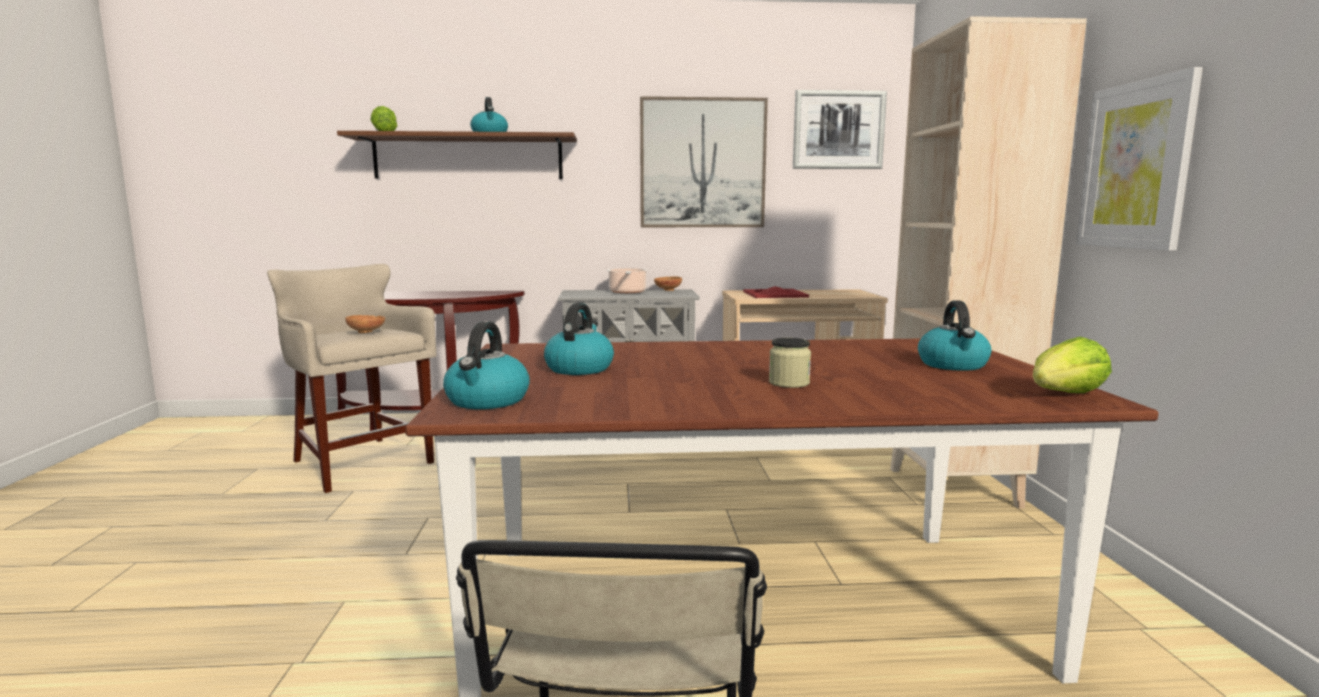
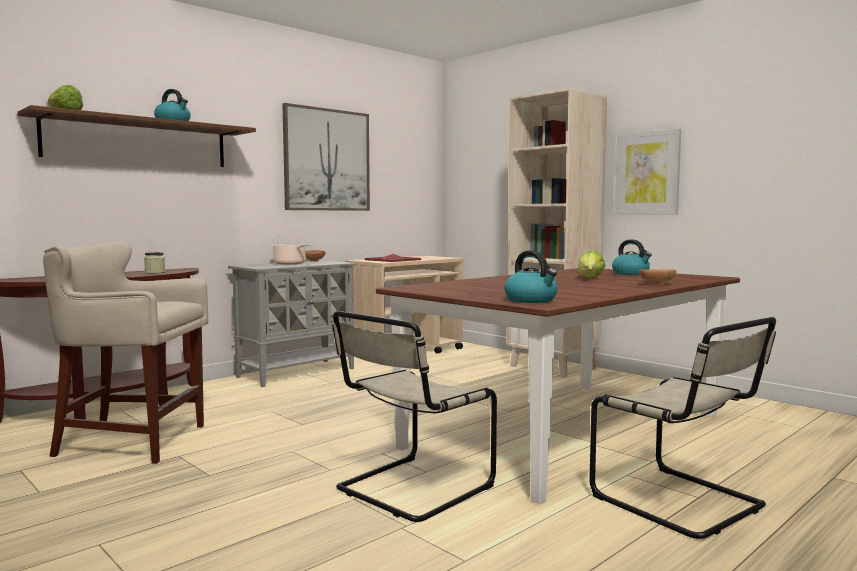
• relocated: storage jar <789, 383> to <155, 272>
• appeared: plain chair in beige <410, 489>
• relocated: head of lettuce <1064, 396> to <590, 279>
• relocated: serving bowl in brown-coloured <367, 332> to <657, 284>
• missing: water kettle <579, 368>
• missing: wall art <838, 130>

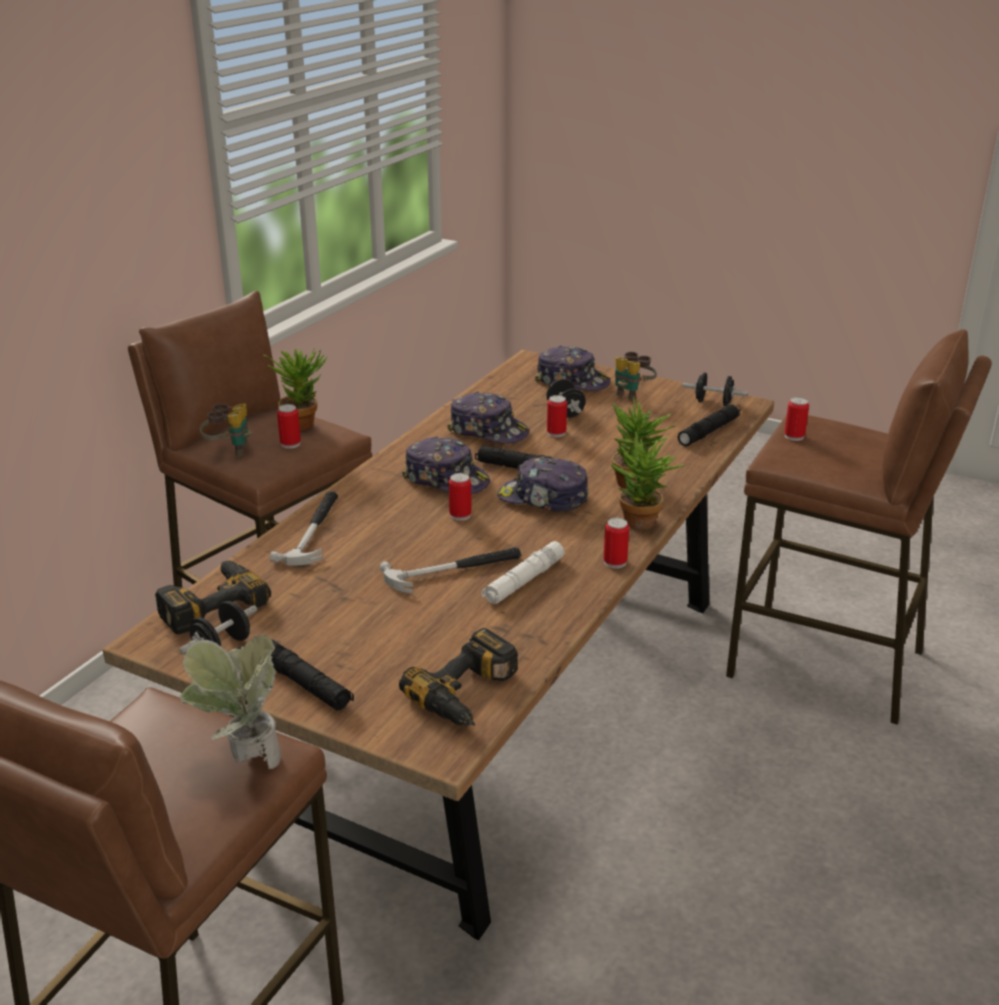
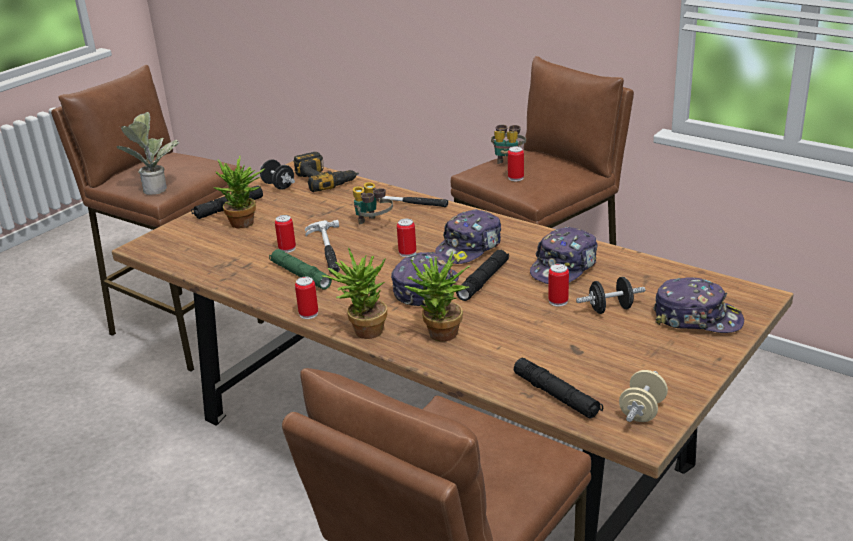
• relocated: potted plant <303, 423> to <246, 224>
• colour: hand torch in white-coloured <523, 581> to hand torch in greenish <300, 275>
• relocated: sealed can <794, 436> to <287, 248>
• relocated: pair of binoculars <632, 394> to <373, 224>
• colour: dumbbell in blackish <713, 403> to dumbbell in beige <642, 411>
• spun: cap <572, 381> = <697, 318> 105 degrees counterclockwise
• missing: drill <470, 695>

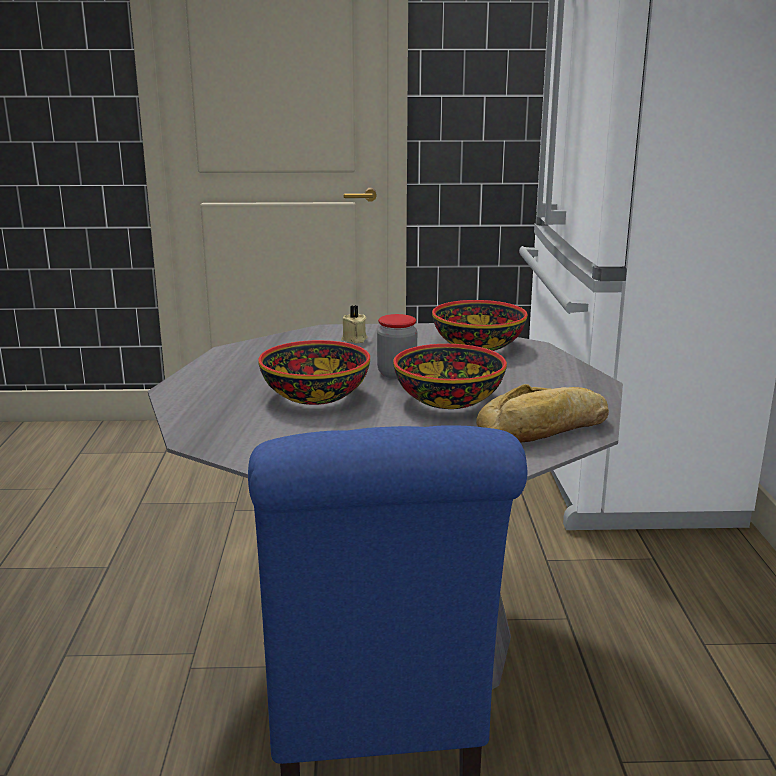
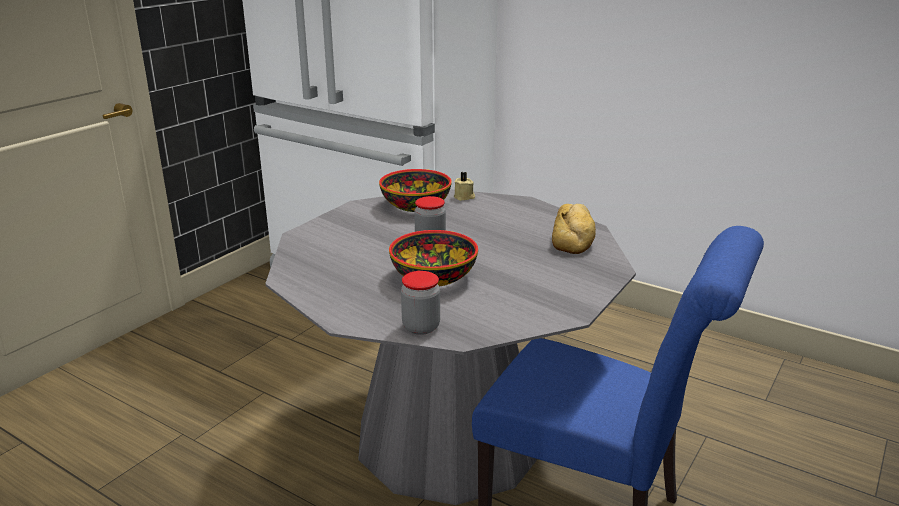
• appeared: storage jar <421, 327>
• relocated: candle in beige <354, 339> to <464, 197>
• missing: serving bowl <450, 400>

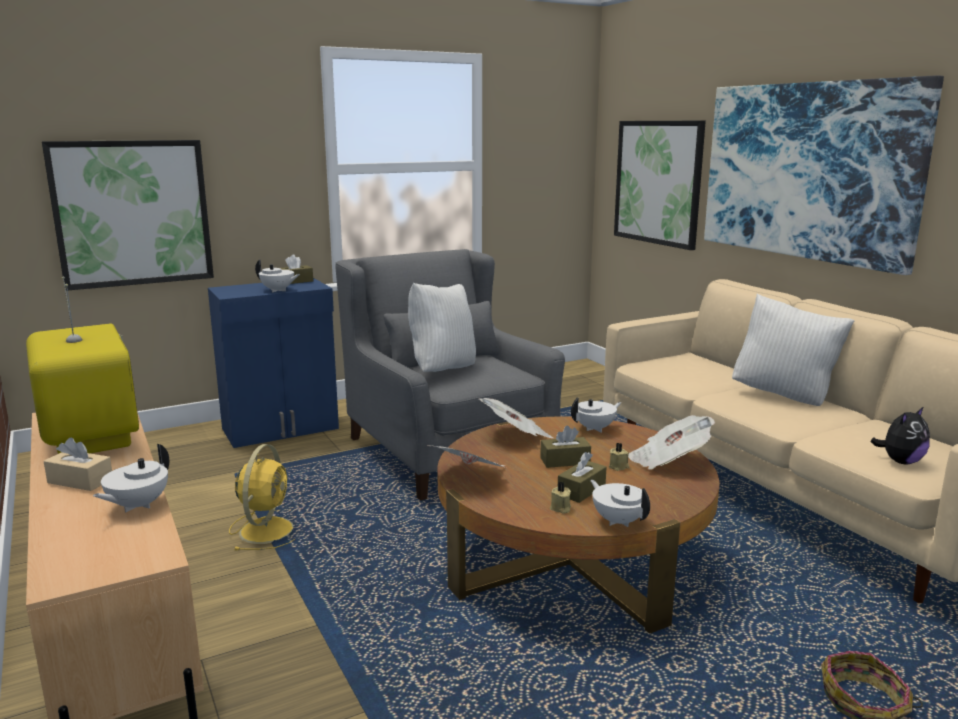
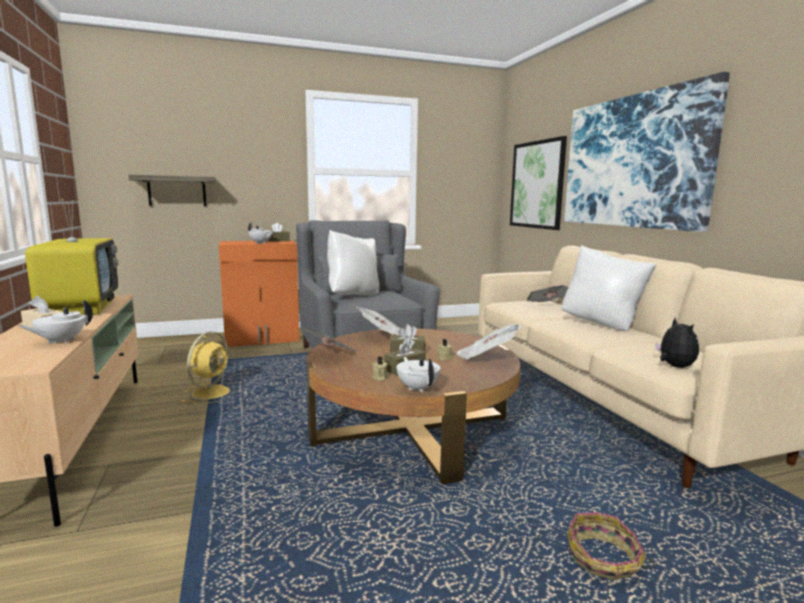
• exchanged: wall art <132, 213> to bracket shelf <177, 191>
• colour: cupboard in bluish <281, 429> to cupboard in orangey <263, 339>
• appeared: printed paper <547, 306>
• spun: soft toy <900, 461> = <674, 366> 75 degrees counterclockwise
• missing: pot for tea in white-coloured <595, 428>

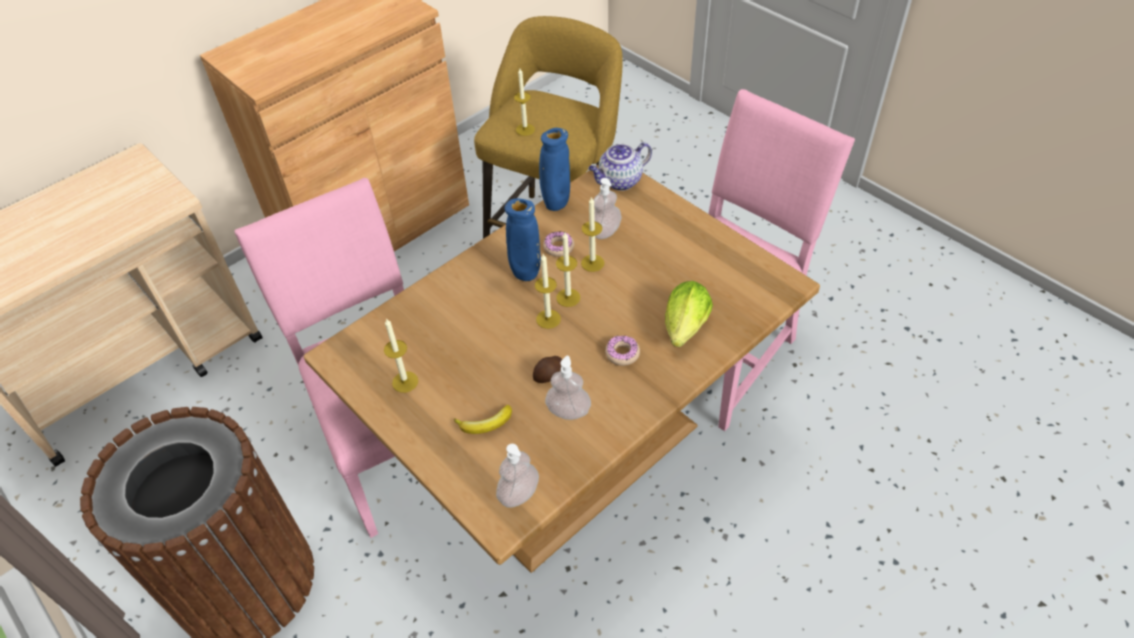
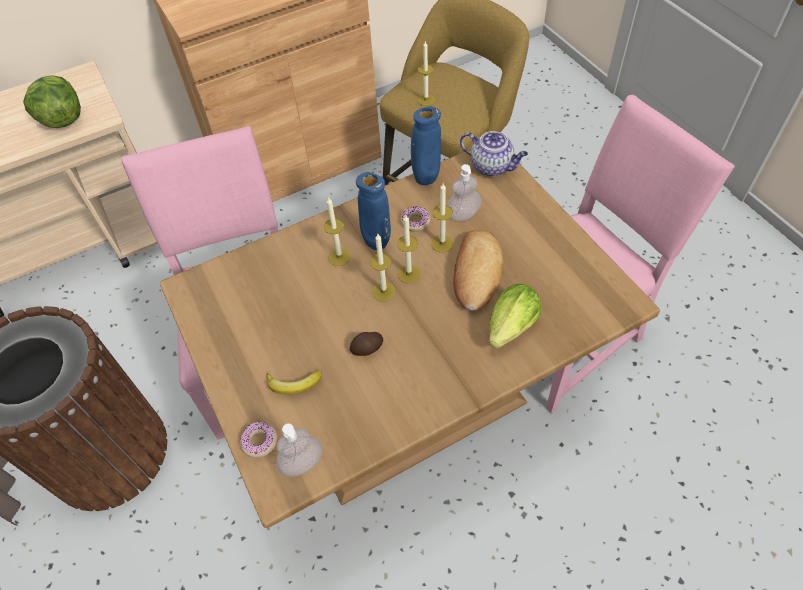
• appeared: head of lettuce <62, 119>
• relocated: ring doughnut <622, 354> to <259, 442>
• relocated: candle <405, 382> to <339, 257>
• appeared: bakery bread <476, 273>
• spun: pot for tea <619, 181> = <492, 166> 135 degrees counterclockwise
• missing: soap bottle <568, 411>

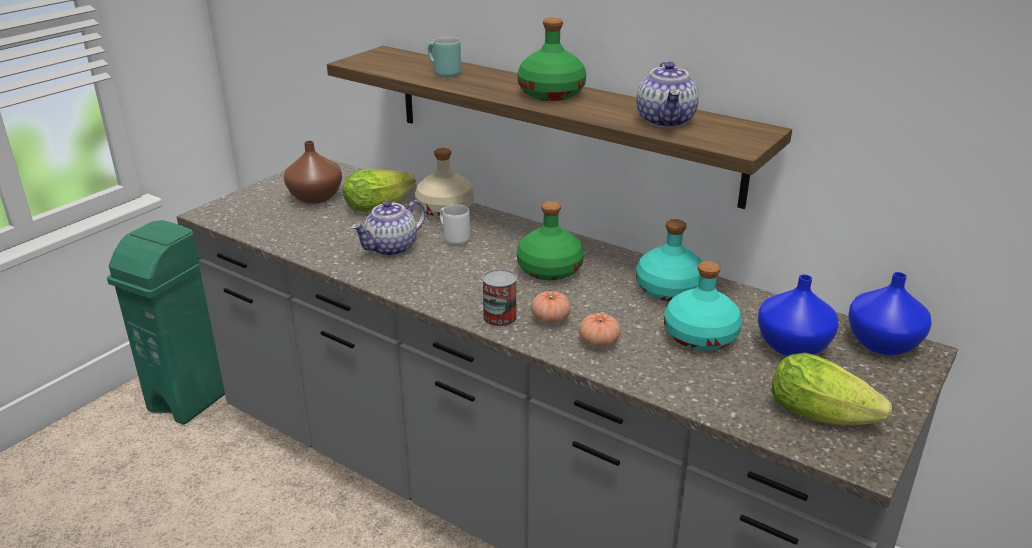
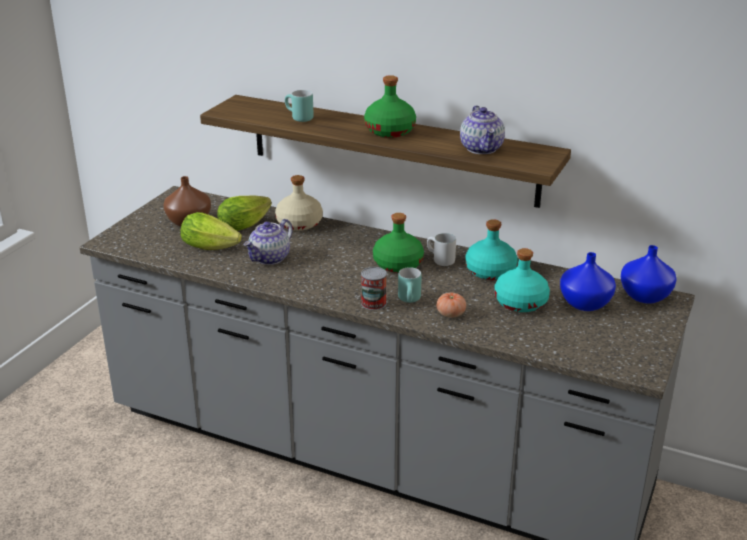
• relocated: head of lettuce <826, 416> to <213, 247>
• exchanged: tomato <550, 319> to tea mug in turquoise <411, 301>
• relocated: tea mug in white-coloured <451, 238> to <439, 261>
• missing: rubbish bin in greenish <198, 395>

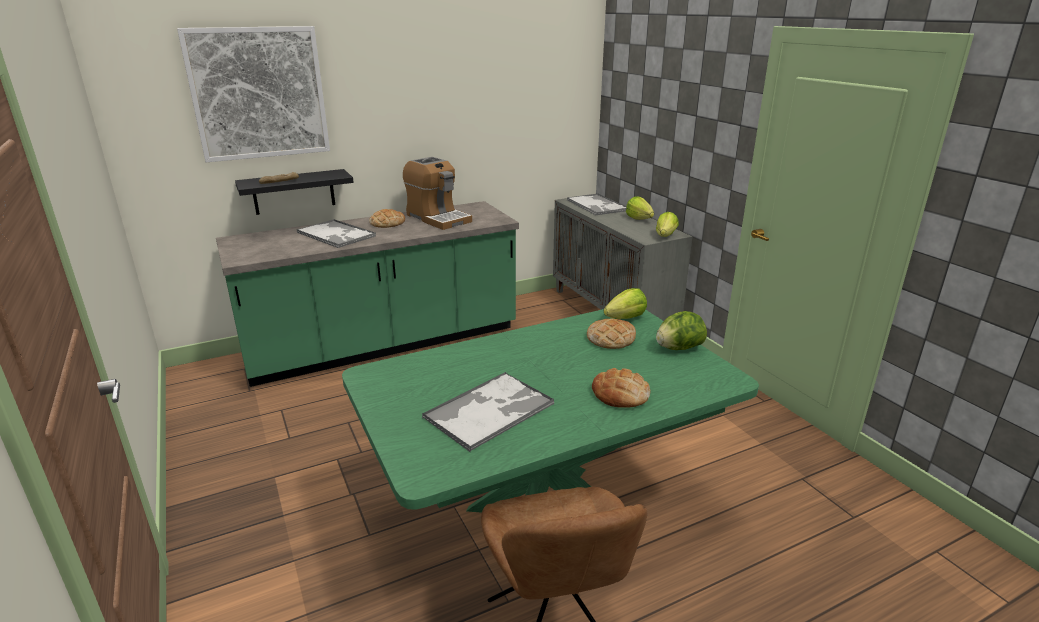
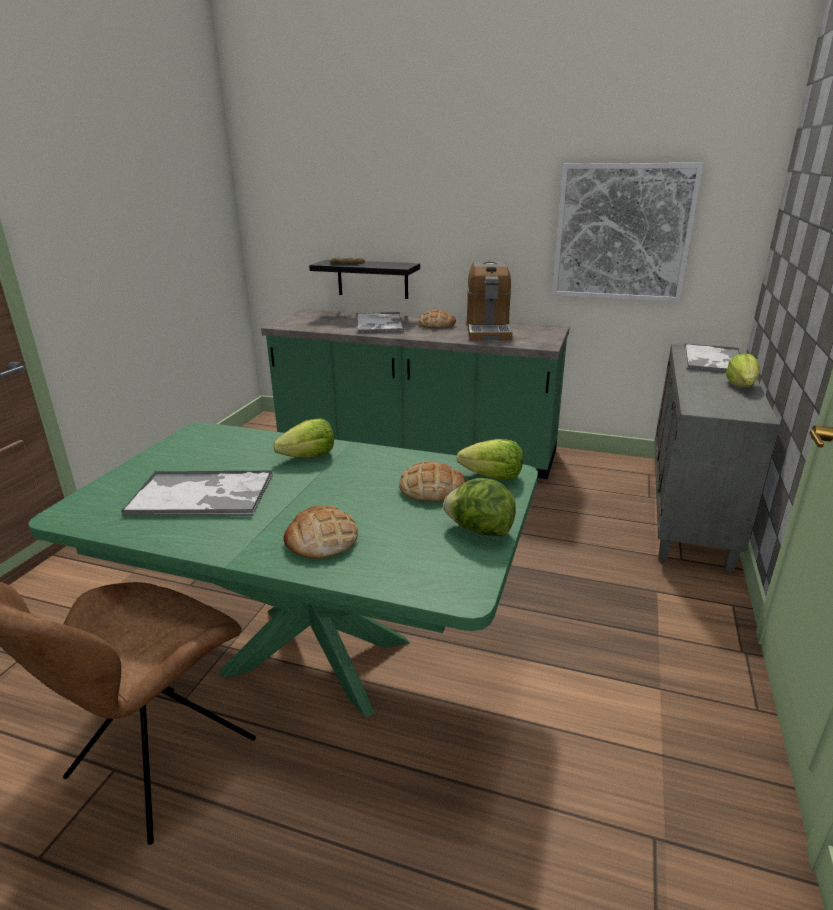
• relocated: head of lettuce <665, 236> to <309, 456>
• relocated: wall art <259, 93> to <622, 233>

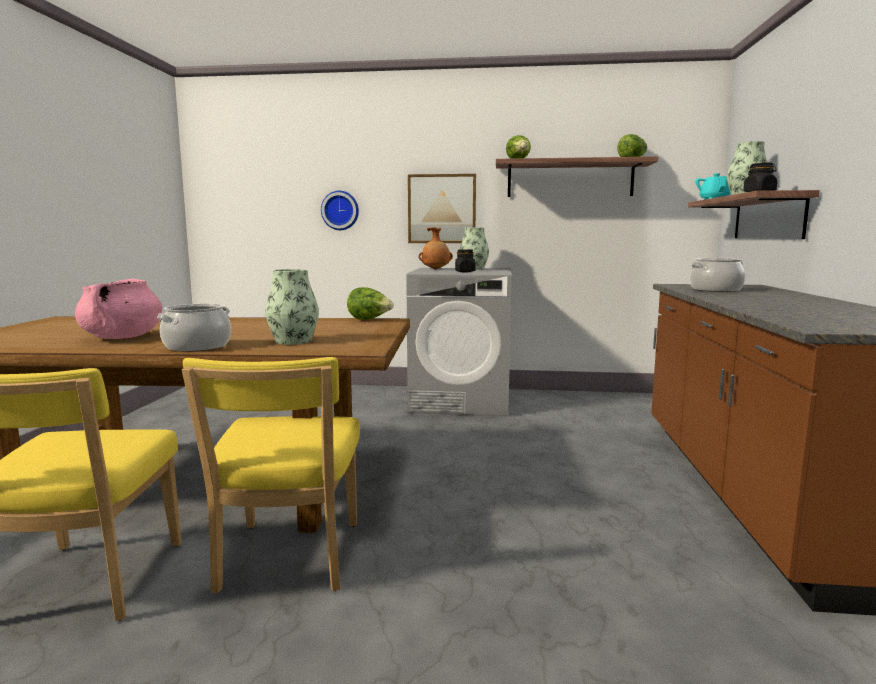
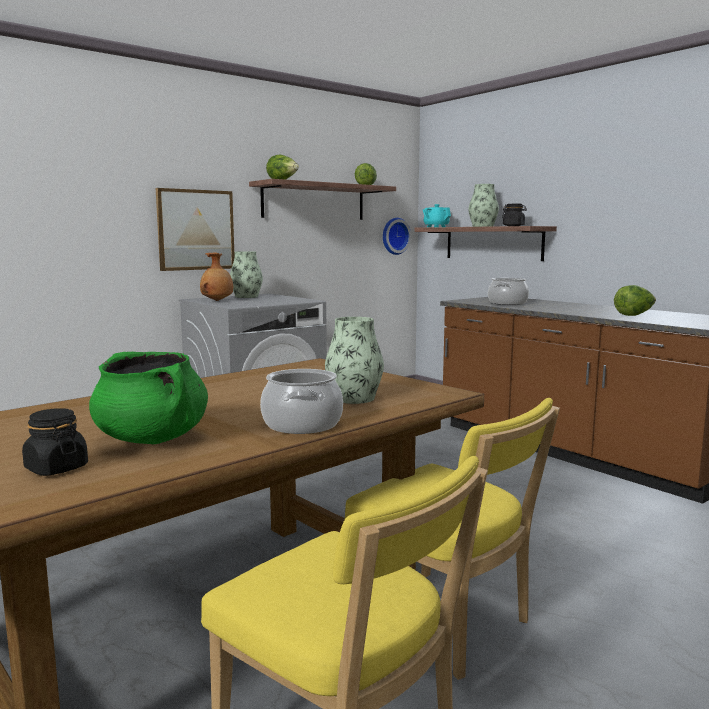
• relocated: storage jar in blackish <465, 272> to <56, 468>
• colour: cooking pot in pink <122, 337> to cooking pot in greenish <153, 439>
• relocated: clock on the wall <340, 210> to <394, 236>
• relocated: head of lettuce <369, 320> to <634, 315>

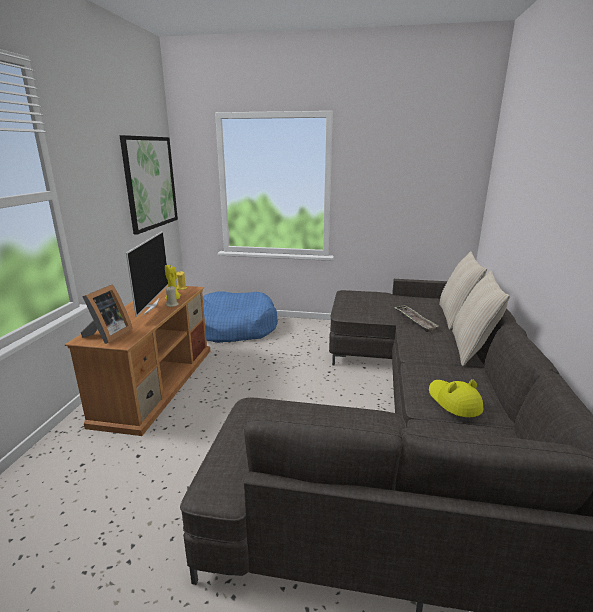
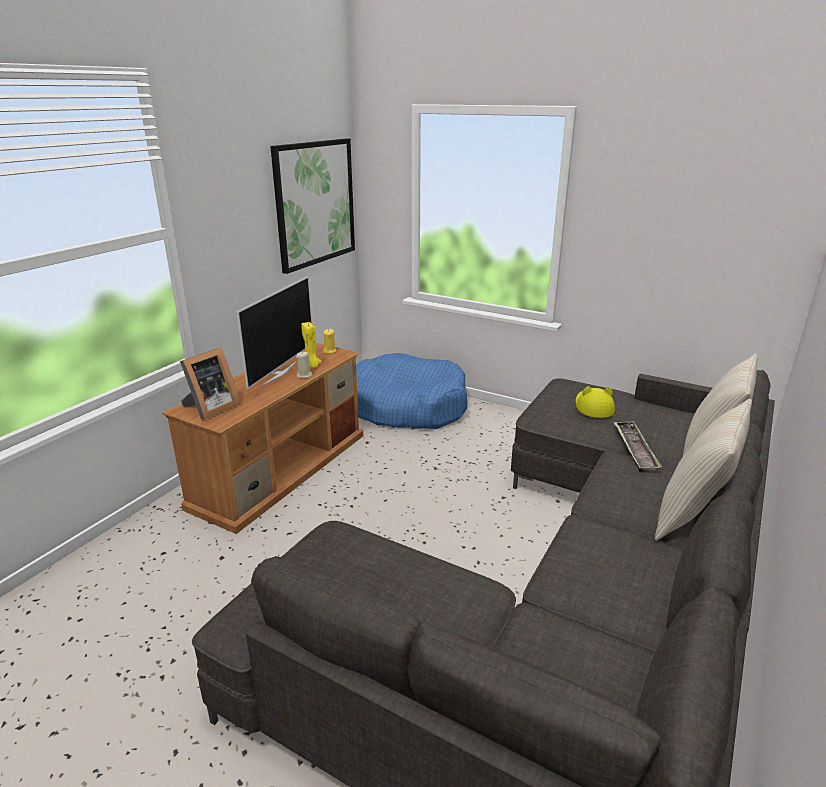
• relocated: hat in yellowish <453, 401> to <593, 406>

